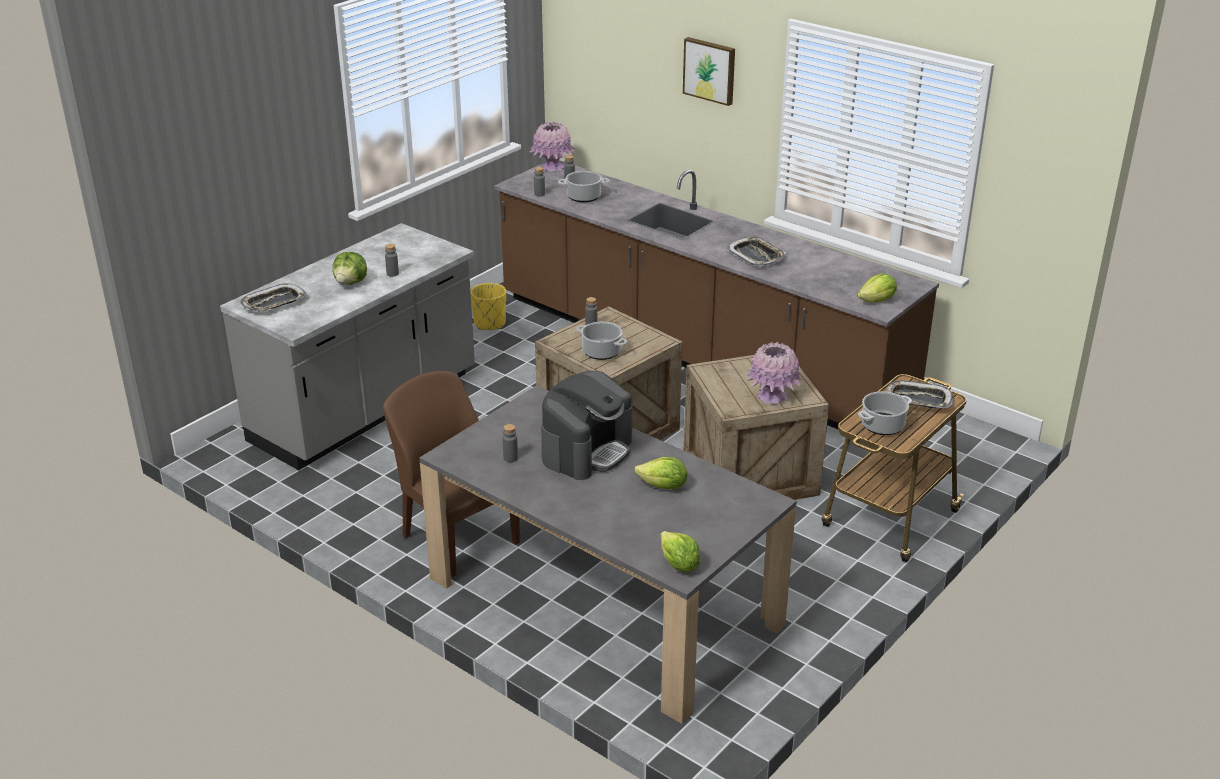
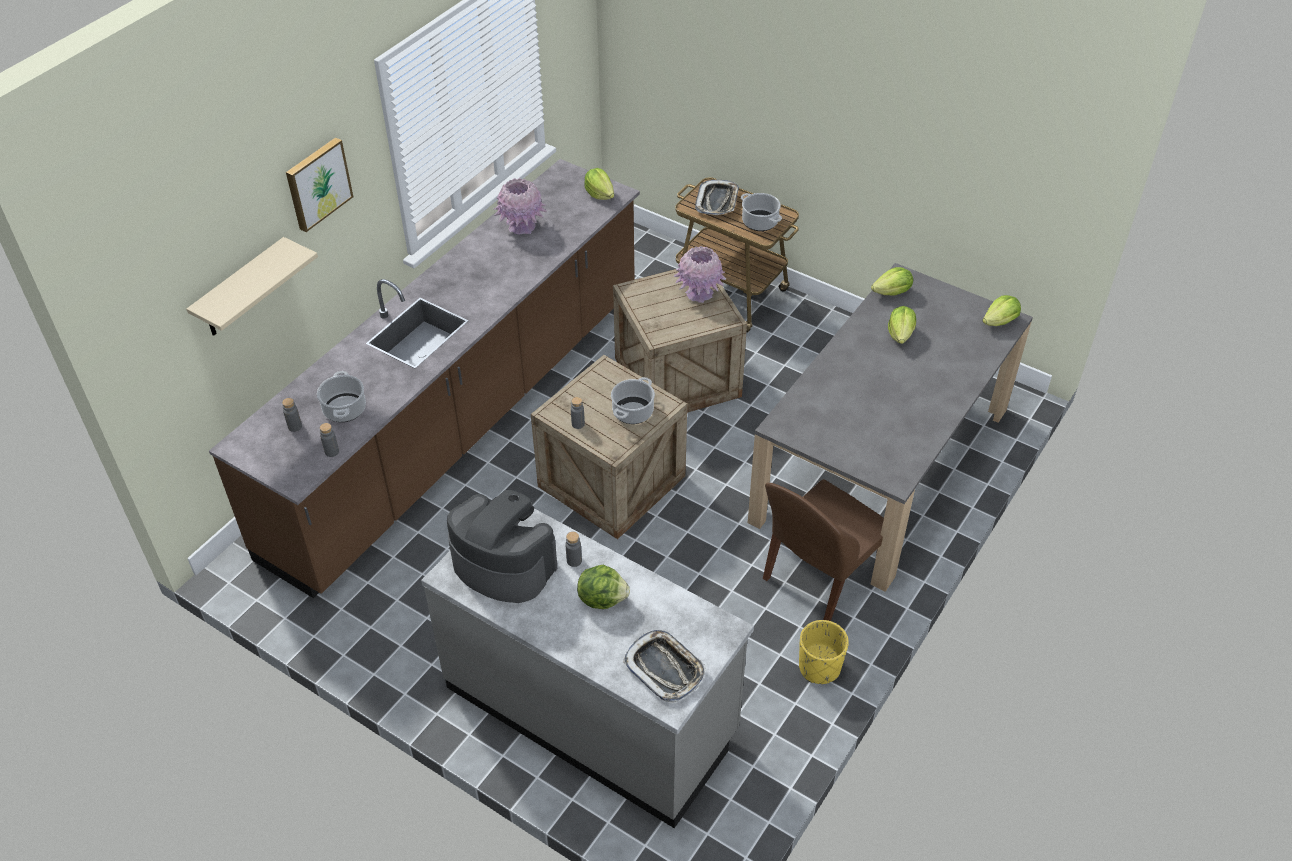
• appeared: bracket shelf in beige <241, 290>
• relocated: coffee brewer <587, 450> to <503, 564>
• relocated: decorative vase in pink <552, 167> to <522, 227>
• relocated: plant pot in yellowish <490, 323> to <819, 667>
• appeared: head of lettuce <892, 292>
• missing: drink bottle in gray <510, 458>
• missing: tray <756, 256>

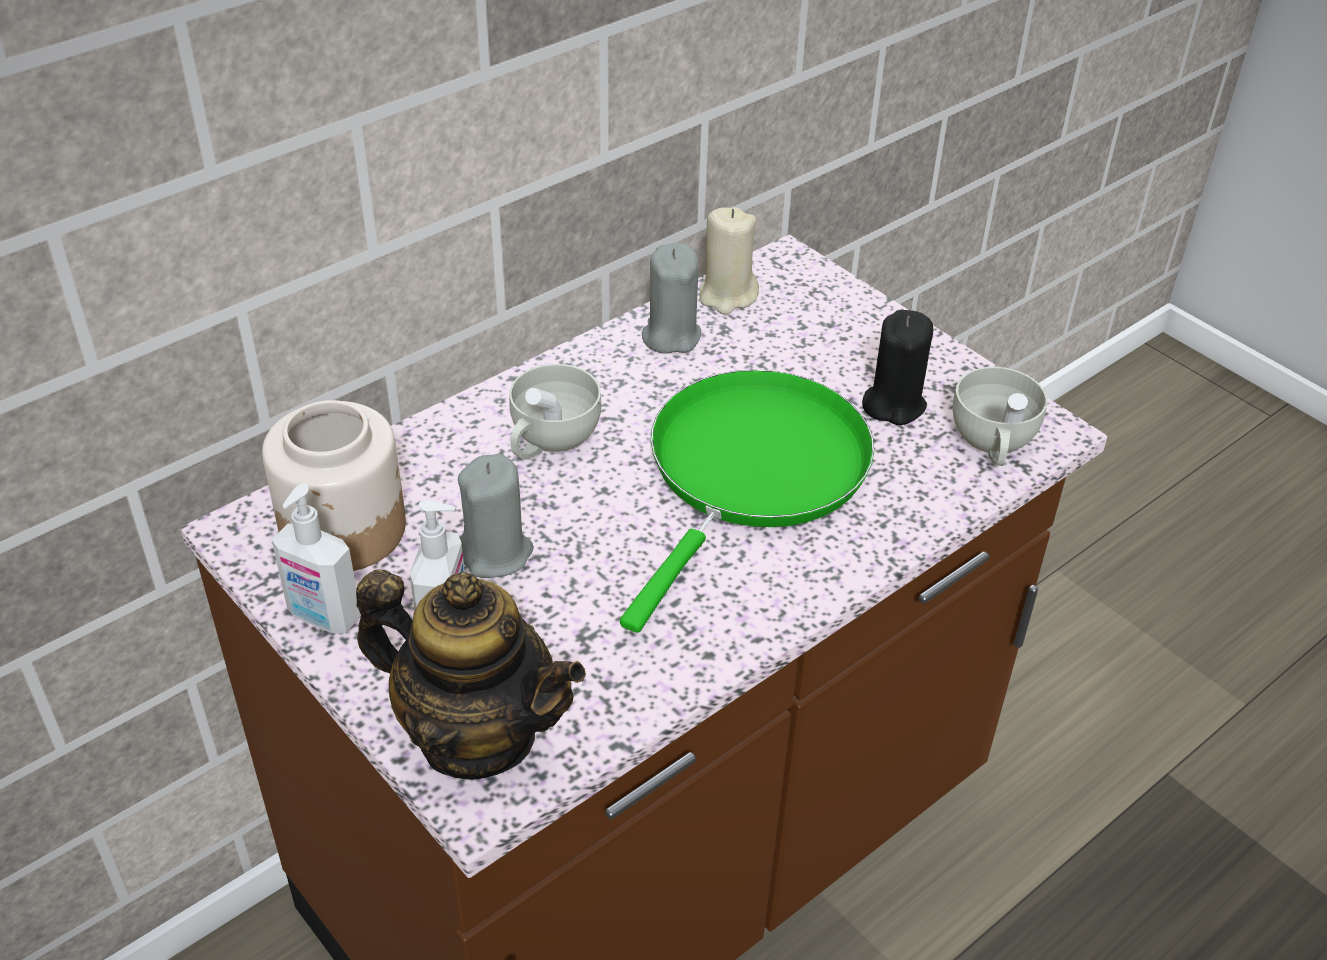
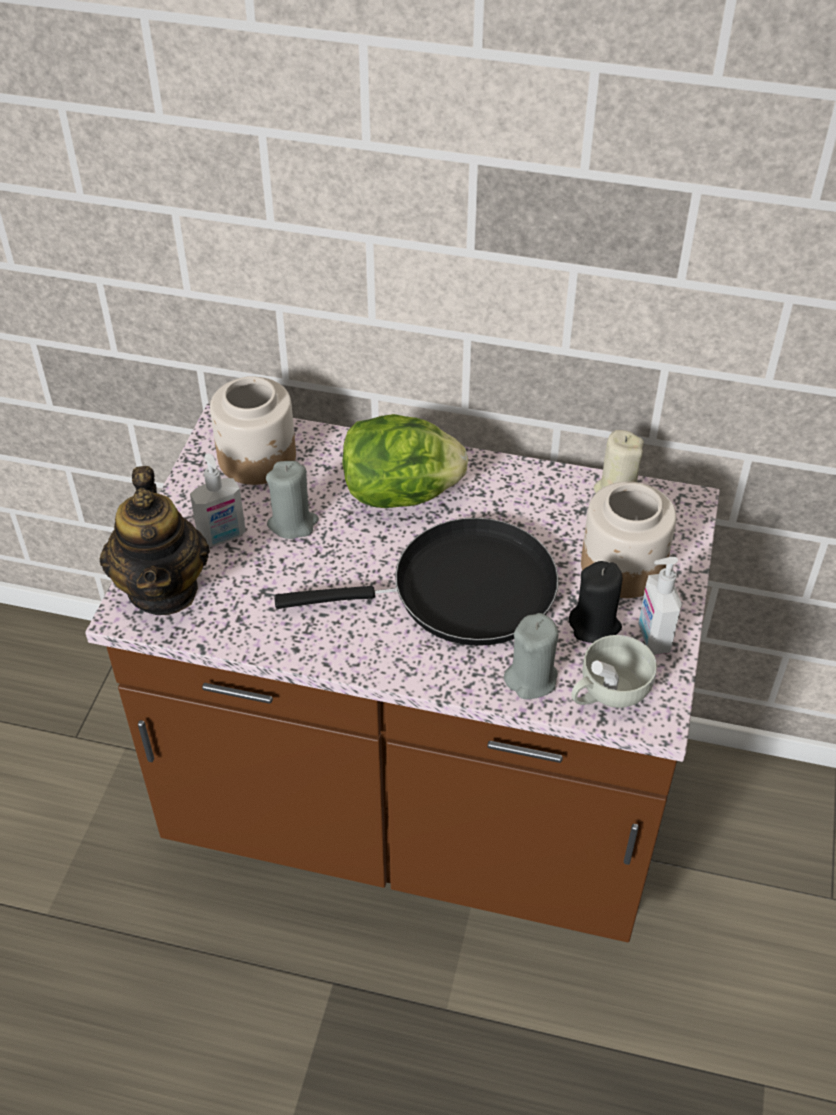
• colour: skillet in greenish <752, 472> to skillet in blackish <461, 591>
• exchanged: cup in white-coloured <549, 441> to head of lettuce <400, 493>
• relocated: candle in gray <670, 336> to <531, 678>
• appeared: storage jar <622, 567>
• relocated: soap bottle <323, 617> to <652, 637>

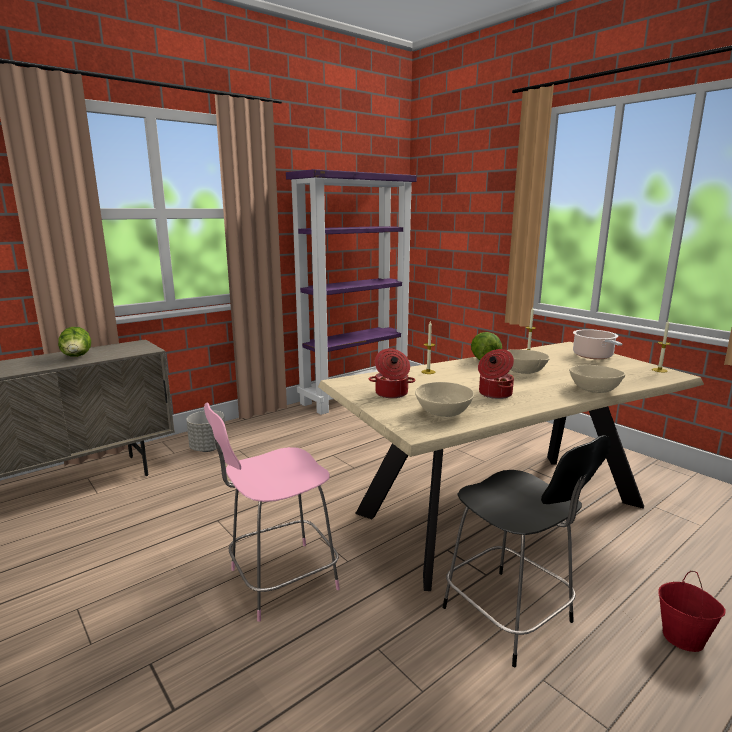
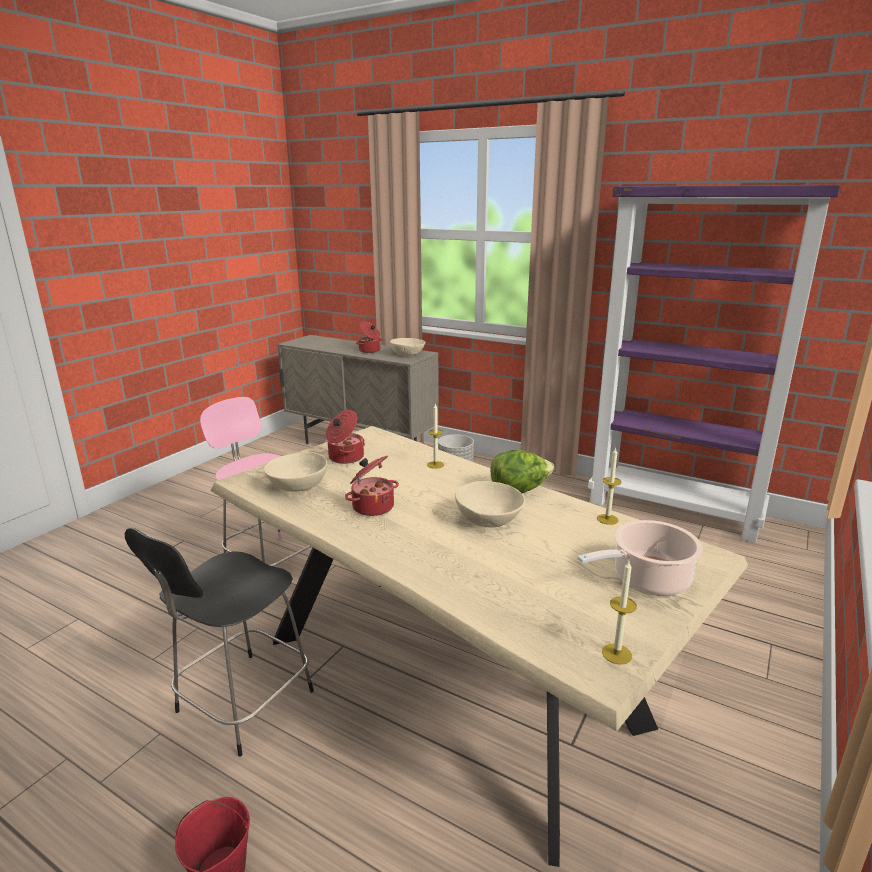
• exchanged: head of lettuce <77, 357> to cooking pot <370, 351>
• relocated: serving bowl in beige <594, 389> to <407, 354>

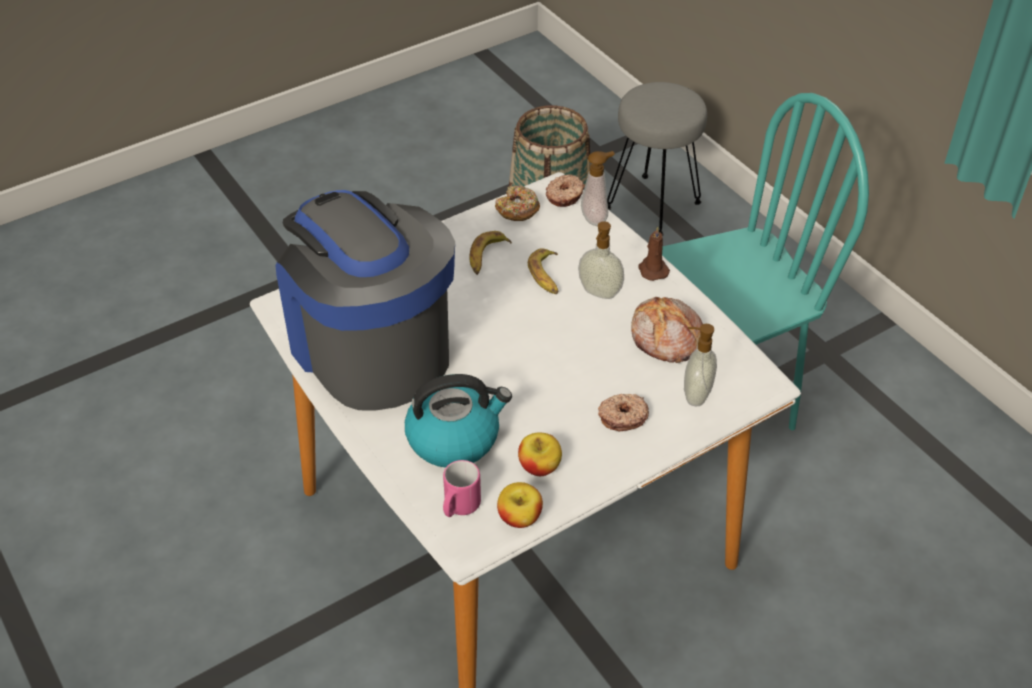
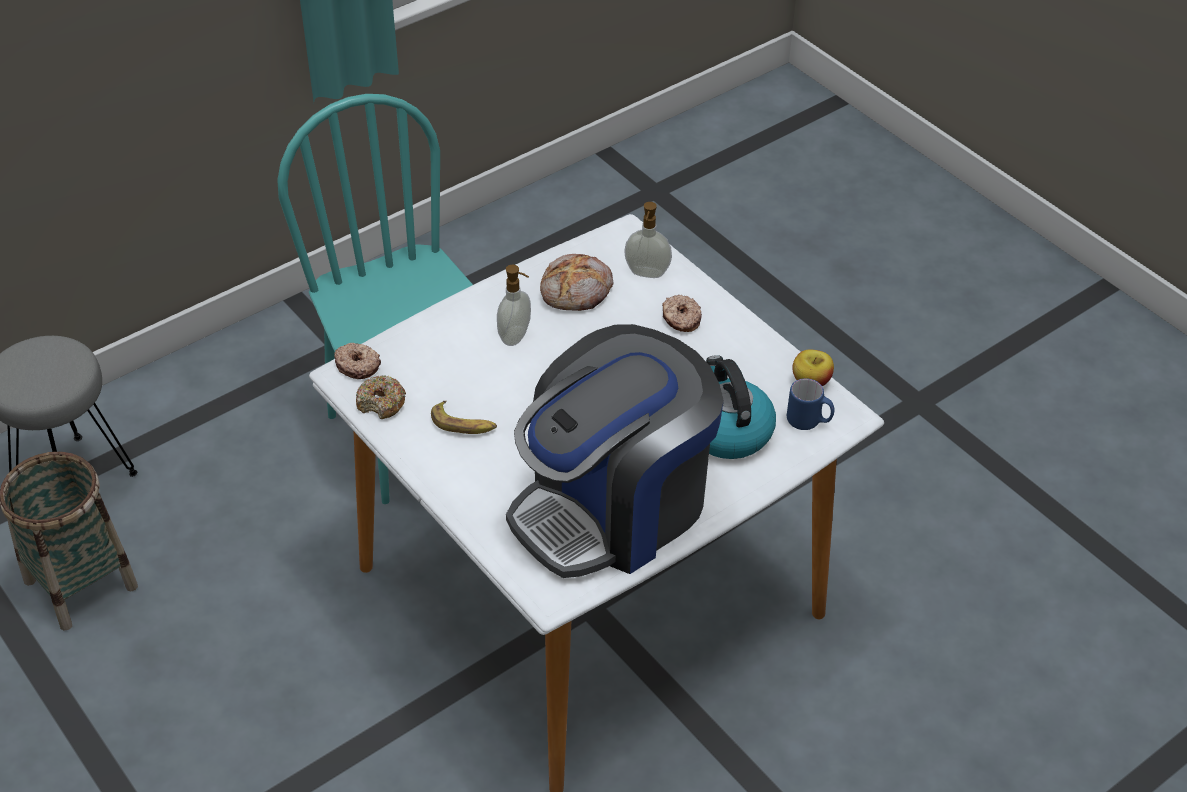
• colour: tea mug in pink <459, 507> to tea mug in bluish <809, 421>
• missing: apple <539, 466>
• missing: whole banana <546, 276>
• missing: soap bottle <596, 219>
• missing: candle in brown-coloured <652, 269>

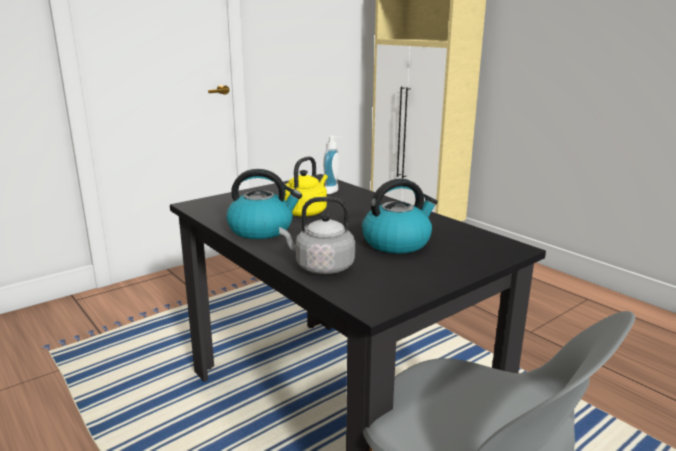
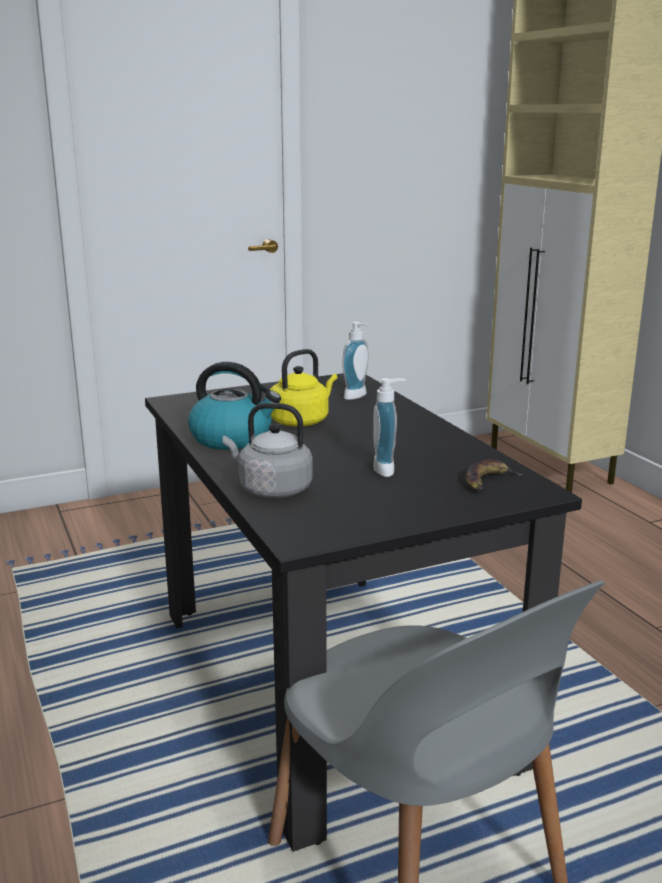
• exchanged: water kettle <397, 242> to soap bottle <388, 469>
• appeared: whole banana <488, 481>

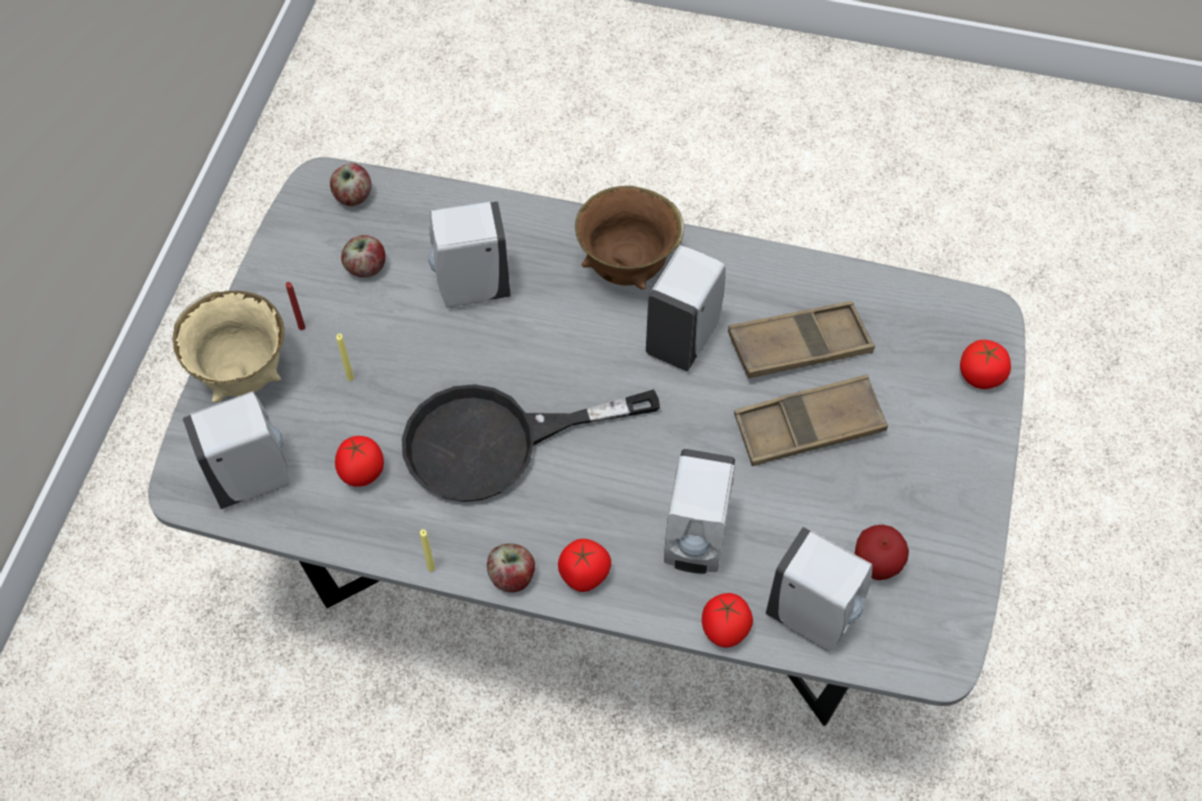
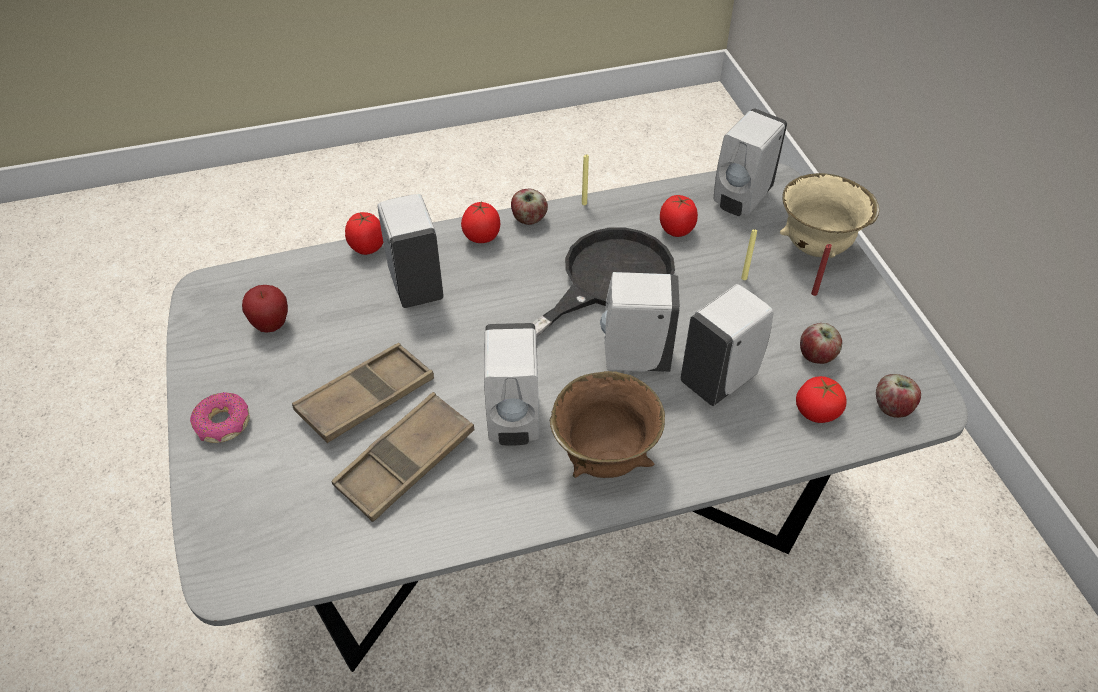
• appeared: ring doughnut <223, 424>
• relocated: soap bottle in white-coloured <814, 618> to <633, 358>
• relocated: tomato <981, 375> to <816, 411>

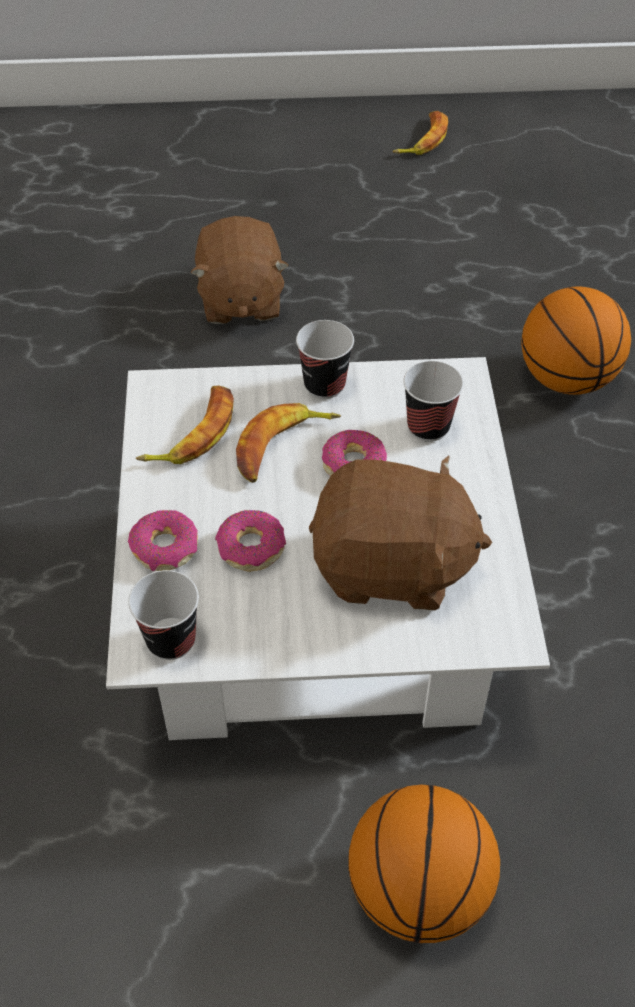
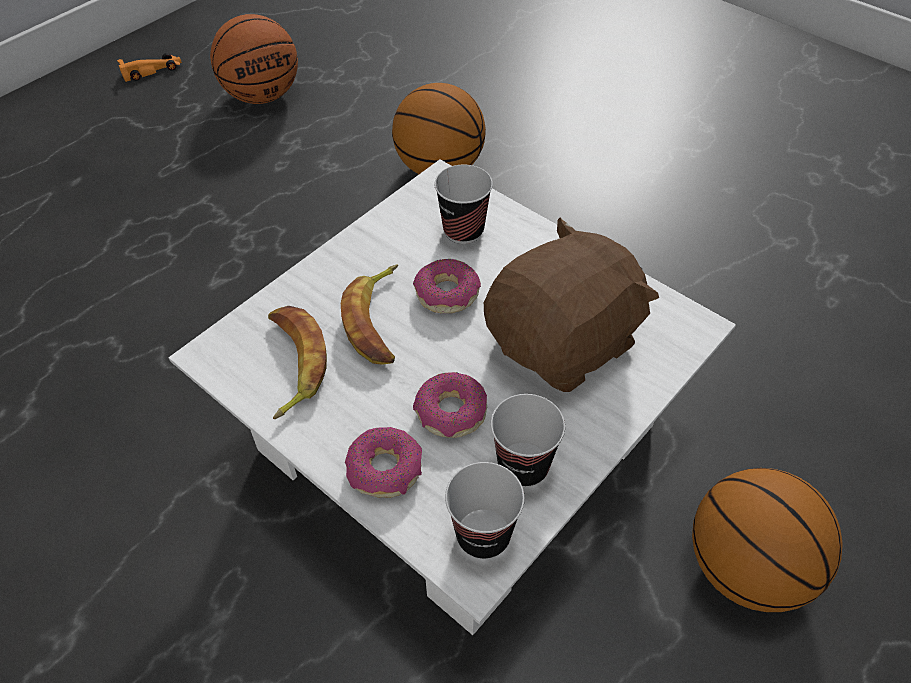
• exchanged: whole banana <423, 139> to miniature car in orangey <152, 70>
• appeared: basketball ball <262, 96>
• relocated: cup <324, 385> to <523, 466>
• missing: soft toy in brown-coloured <240, 300>

